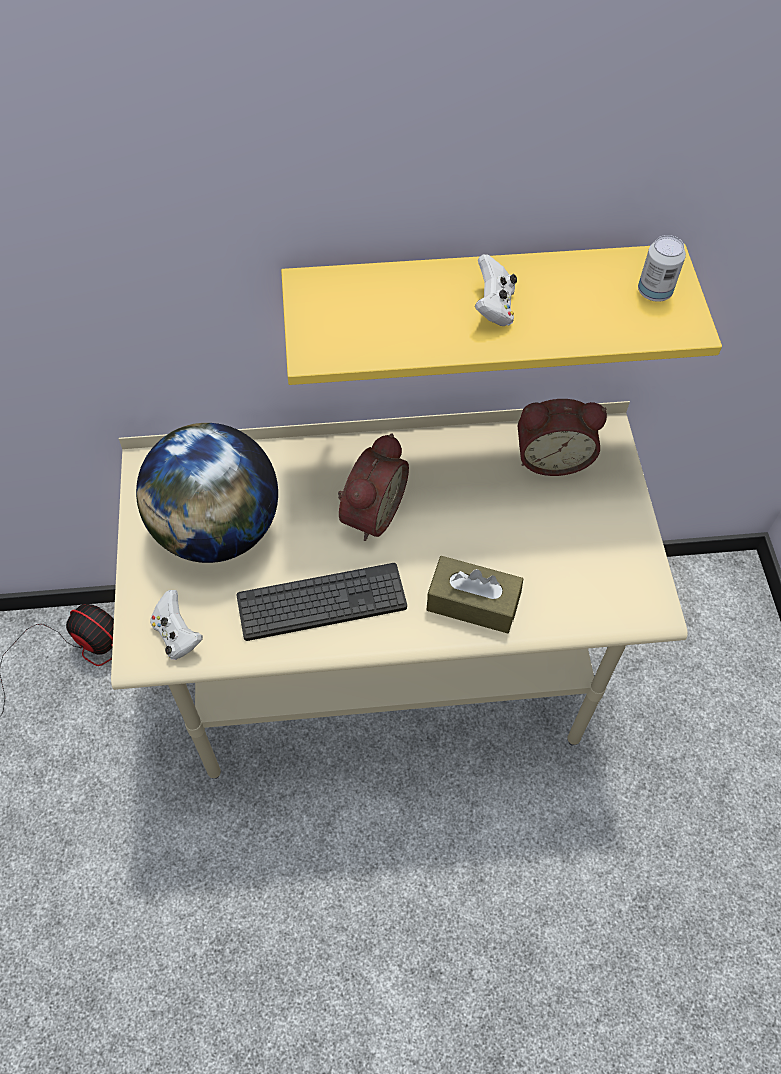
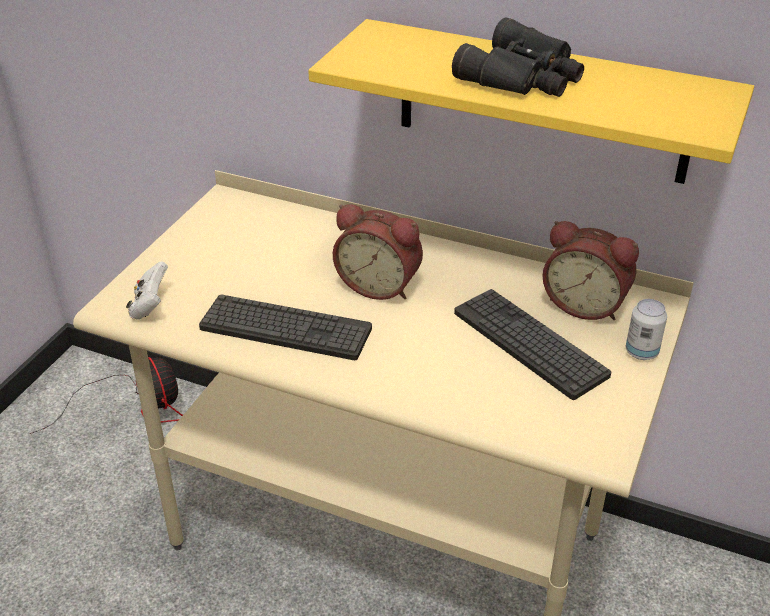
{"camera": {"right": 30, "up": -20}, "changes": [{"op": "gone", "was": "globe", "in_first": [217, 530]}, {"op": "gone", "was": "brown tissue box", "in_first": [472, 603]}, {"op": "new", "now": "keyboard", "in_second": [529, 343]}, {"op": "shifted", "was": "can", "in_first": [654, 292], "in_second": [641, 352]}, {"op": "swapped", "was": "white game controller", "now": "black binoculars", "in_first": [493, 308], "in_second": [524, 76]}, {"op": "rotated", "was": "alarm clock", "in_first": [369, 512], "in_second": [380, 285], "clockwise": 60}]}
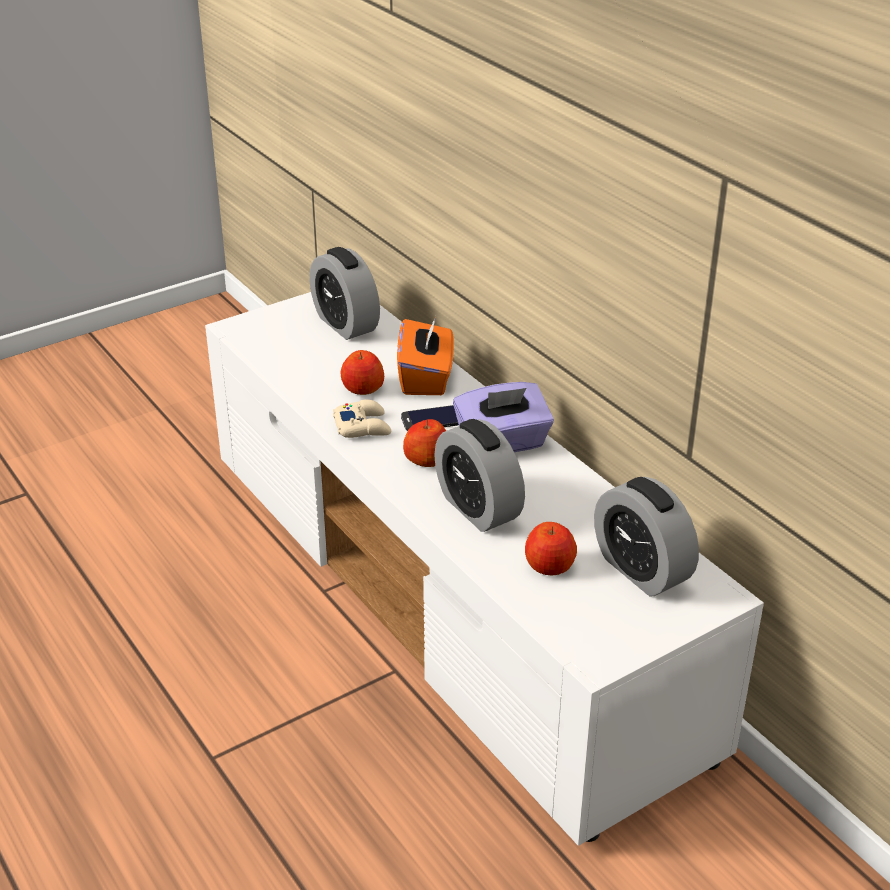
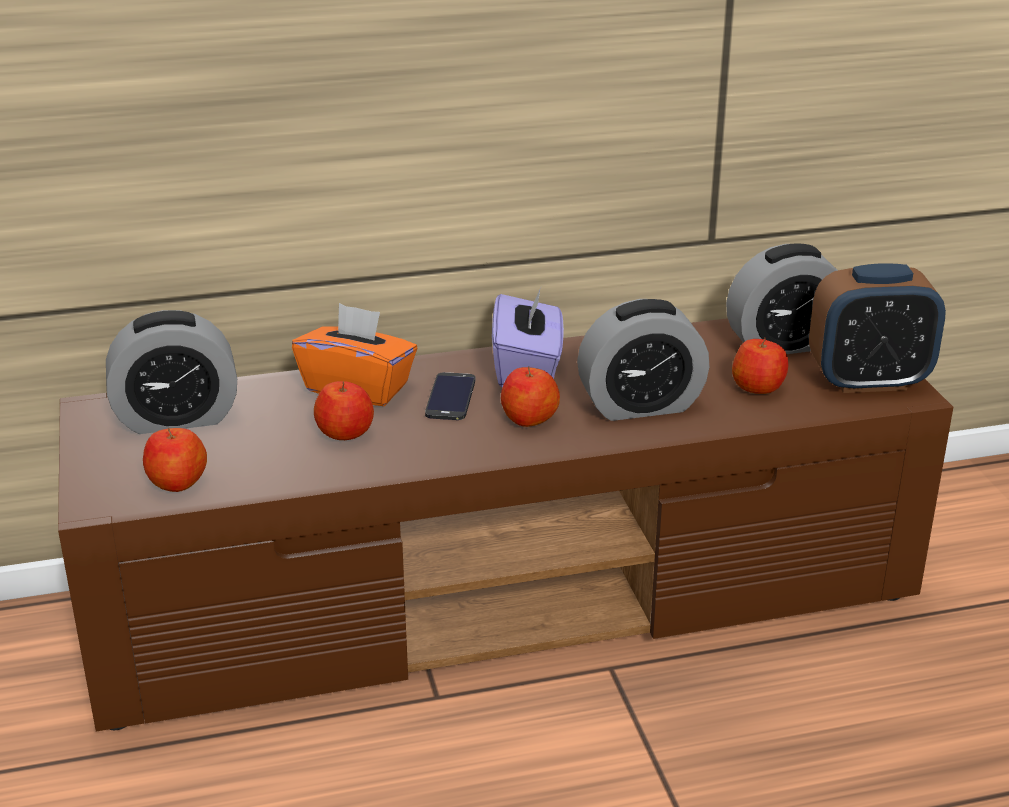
{"camera": {"right": -70, "up": -5}, "changes": [{"op": "gone", "was": "beige game controller", "in_first": [362, 426]}, {"op": "new", "now": "apple", "in_second": [177, 481]}, {"op": "new", "now": "alarm clock", "in_second": [868, 381]}, {"op": "repainted", "was": "white tv stand", "now": "brown tv stand", "in_first": [449, 598], "in_second": [508, 600]}]}
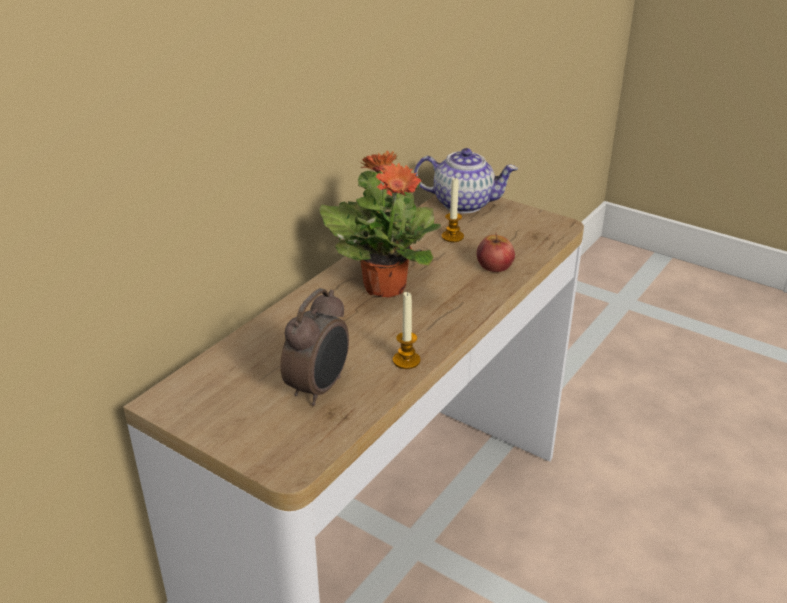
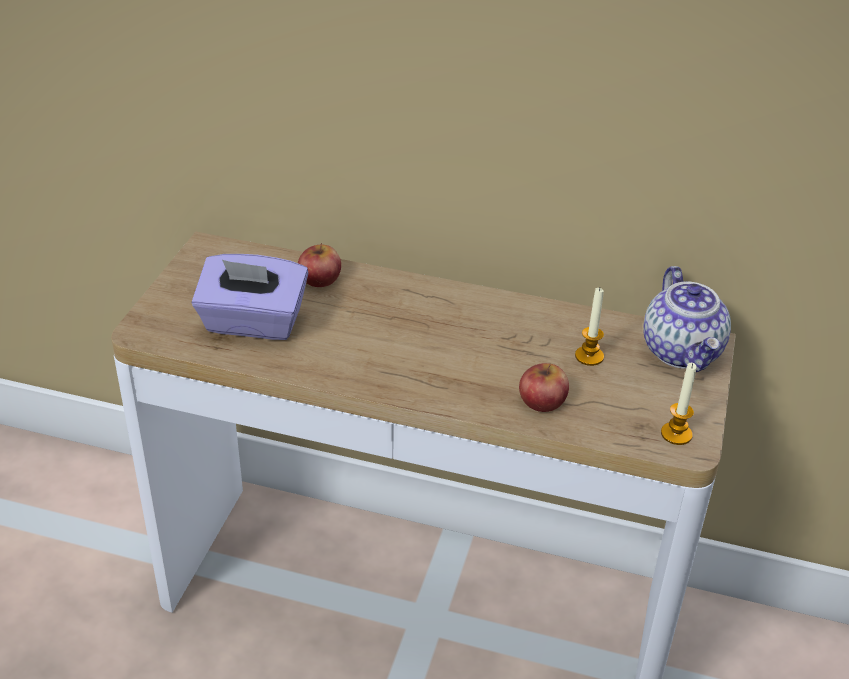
{"camera": {"right": 70, "up": 5}, "changes": [{"op": "gone", "was": "potted plant", "in_first": [385, 286]}, {"op": "new", "now": "apple", "in_second": [320, 278]}, {"op": "shifted", "was": "candle", "in_first": [406, 360], "in_second": [676, 434]}, {"op": "swapped", "was": "alarm clock", "now": "purple tissue box", "in_first": [319, 388], "in_second": [253, 323]}]}
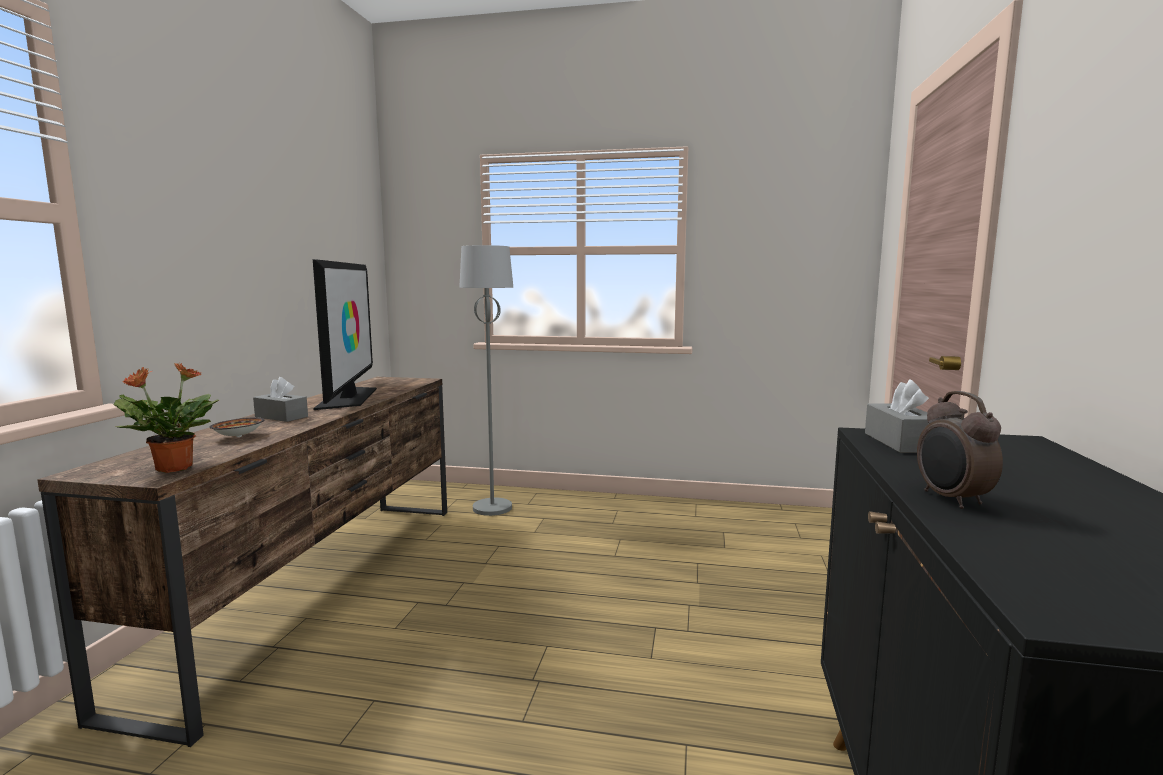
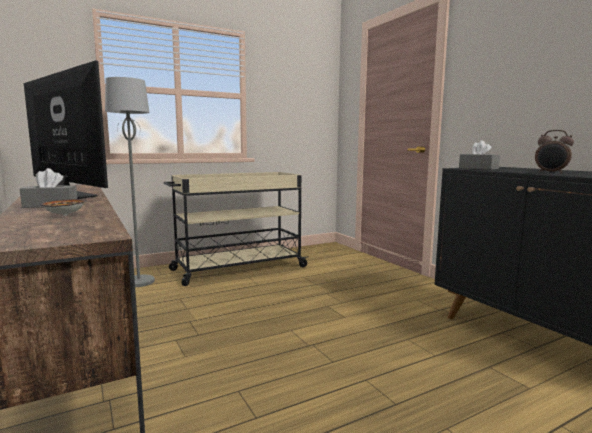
{"camera": {"right": -40, "up": 0}, "changes": [{"op": "gone", "was": "potted plant", "in_first": [172, 468]}, {"op": "new", "now": "beige cart", "in_second": [237, 268]}]}
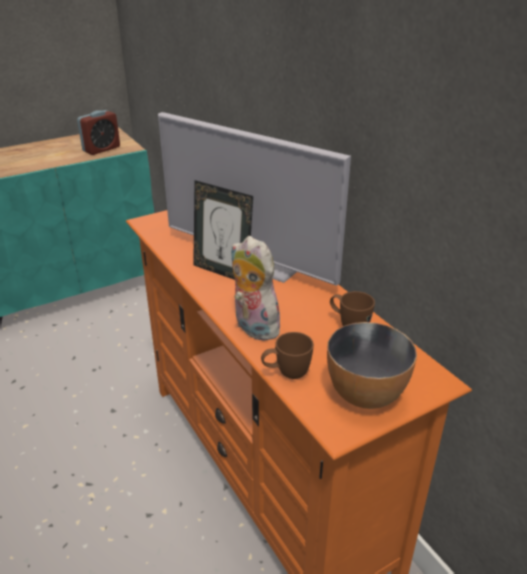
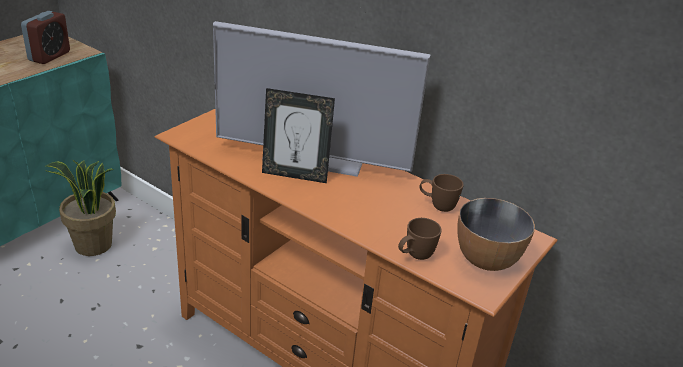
{"camera": {"right": -25, "up": 0}, "changes": [{"op": "gone", "was": "plush toy", "in_first": [253, 327]}, {"op": "new", "now": "potted plant", "in_second": [93, 245]}]}
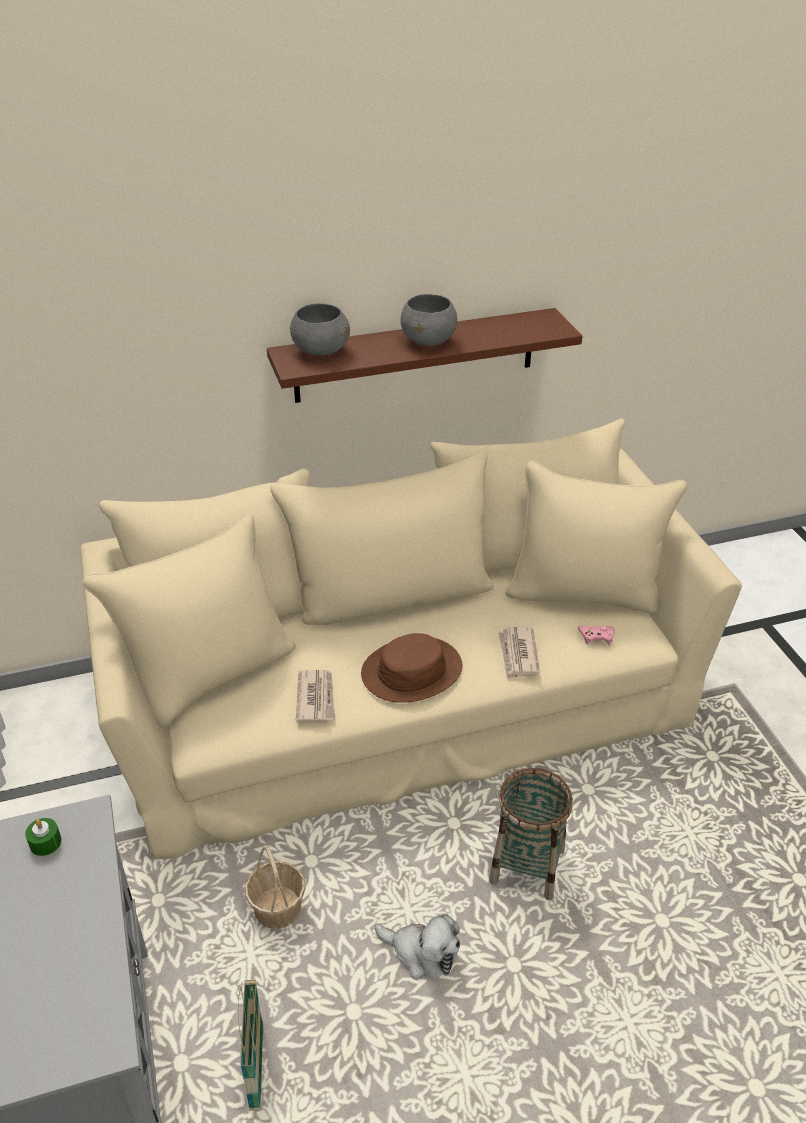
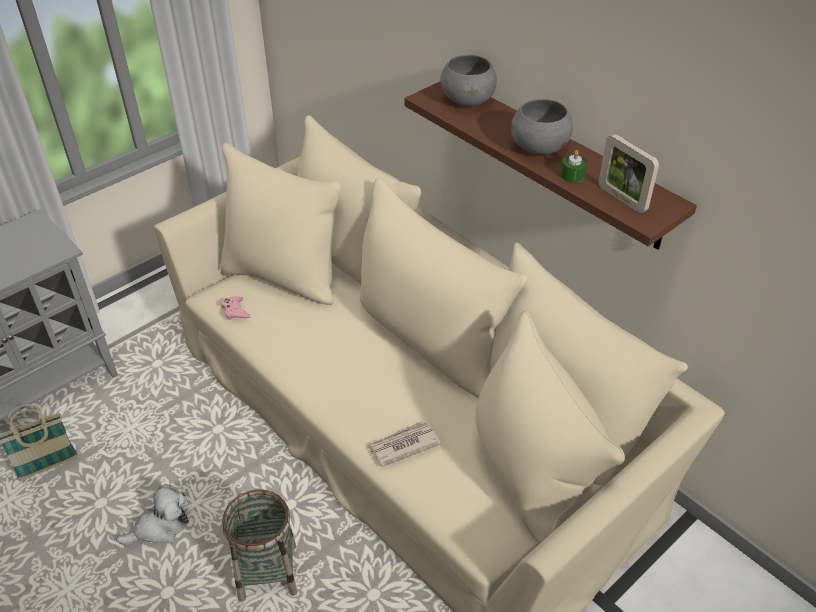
{"camera": {"right": 65, "up": 5}, "changes": [{"op": "gone", "was": "basket", "in_first": [278, 908]}, {"op": "gone", "was": "newspaper", "in_first": [316, 698]}, {"op": "gone", "was": "brown hat", "in_first": [411, 671]}, {"op": "new", "now": "picture frame", "in_second": [622, 199]}, {"op": "shifted", "was": "green candle", "in_first": [45, 842], "in_second": [572, 175]}, {"op": "shifted", "was": "pink game controller", "in_first": [596, 637], "in_second": [235, 311]}, {"op": "rotated", "was": "plush toy", "in_first": [421, 954], "in_second": [160, 527], "clockwise": -120}]}
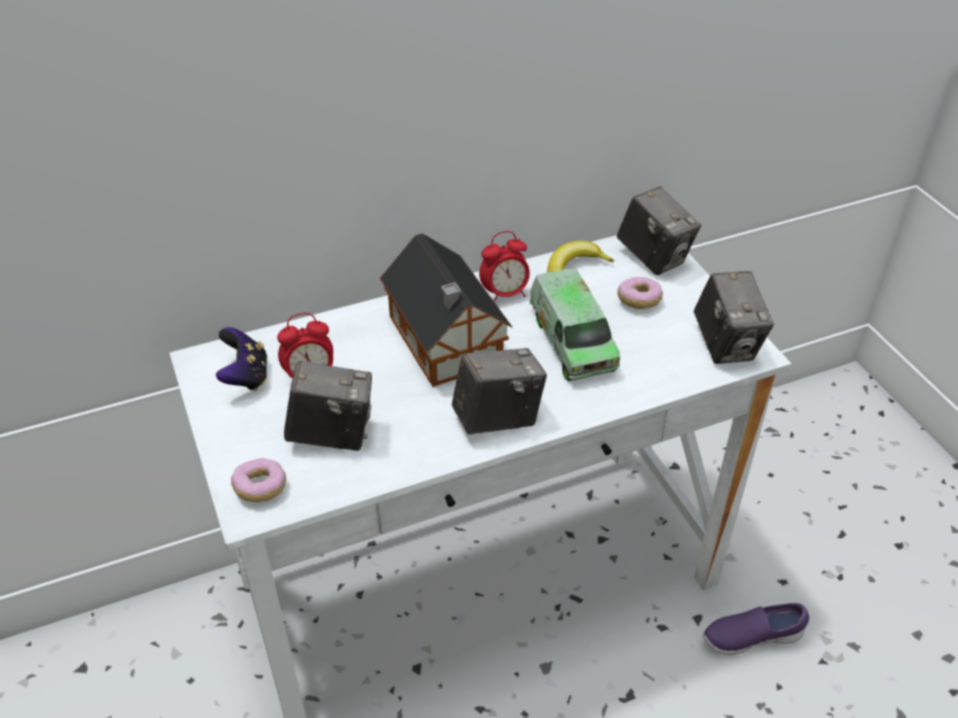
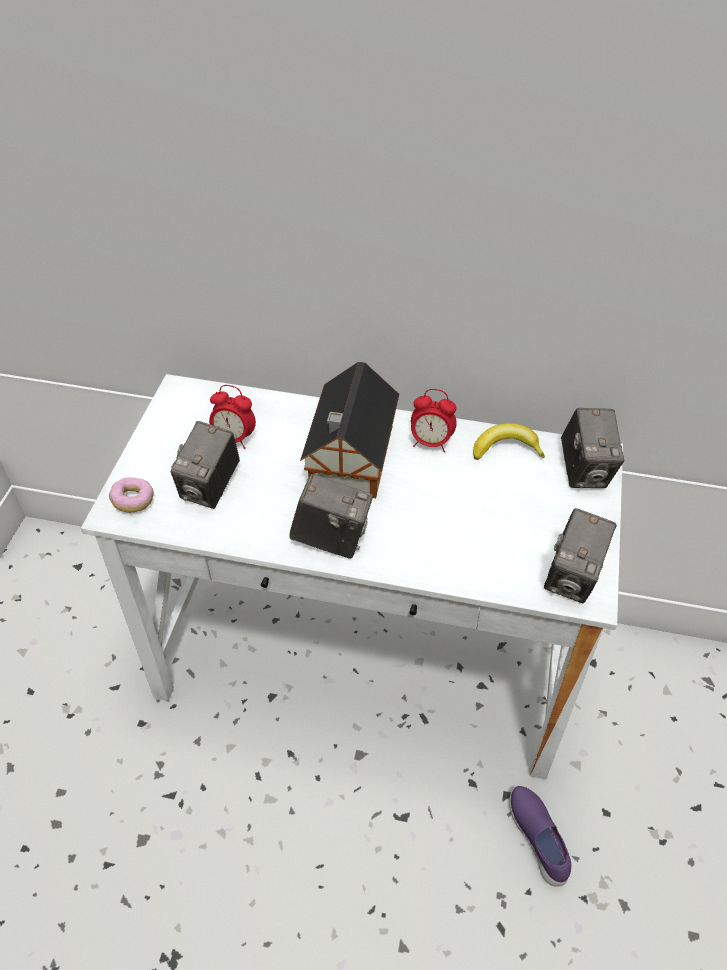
{"camera": {"right": 35, "up": 5}, "changes": [{"op": "gone", "was": "game controller", "in_first": [246, 377]}, {"op": "gone", "was": "toy truck", "in_first": [572, 341]}, {"op": "gone", "was": "donut", "in_first": [639, 300]}, {"op": "rotated", "was": "photo camera", "in_first": [332, 434], "in_second": [210, 487], "clockwise": 75}, {"op": "rotated", "was": "purple shoe", "in_first": [751, 637], "in_second": [538, 838], "clockwise": 45}]}
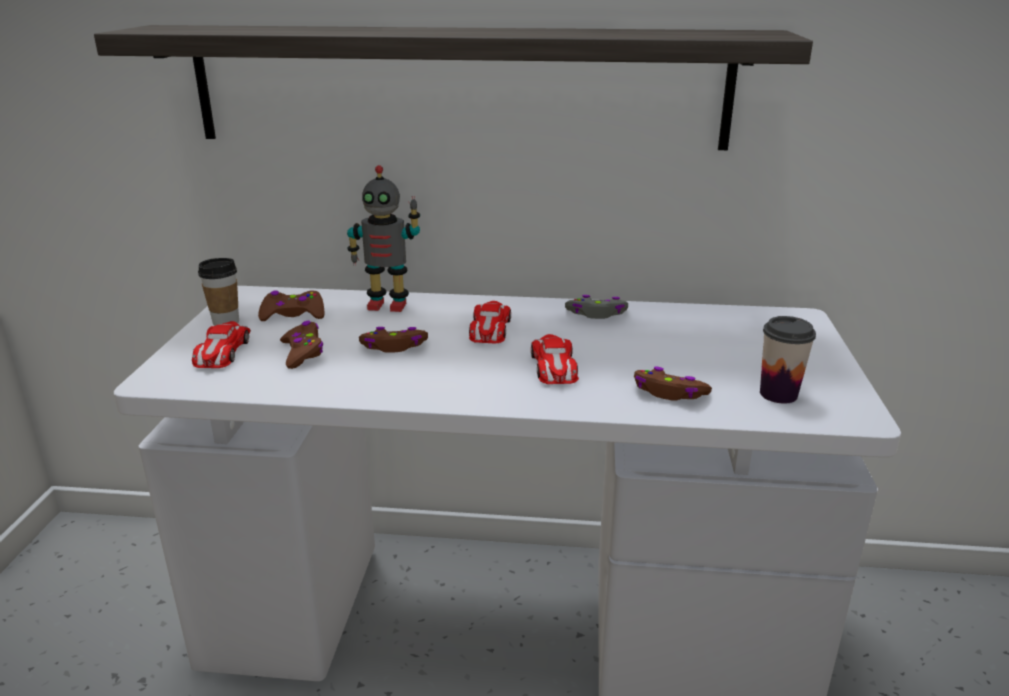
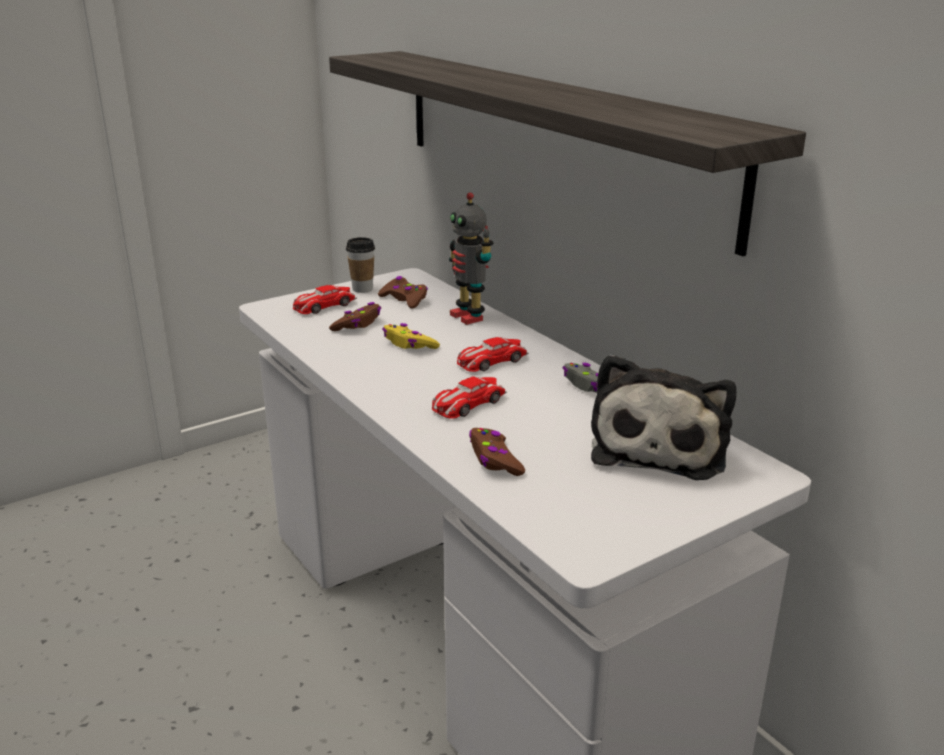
{"camera": {"right": 50, "up": 0}, "changes": [{"op": "gone", "was": "cup", "in_first": [778, 394]}, {"op": "new", "now": "plush toy", "in_second": [660, 446]}, {"op": "repainted", "was": "brown game controller", "now": "yellow game controller", "in_first": [394, 347], "in_second": [409, 344]}]}
